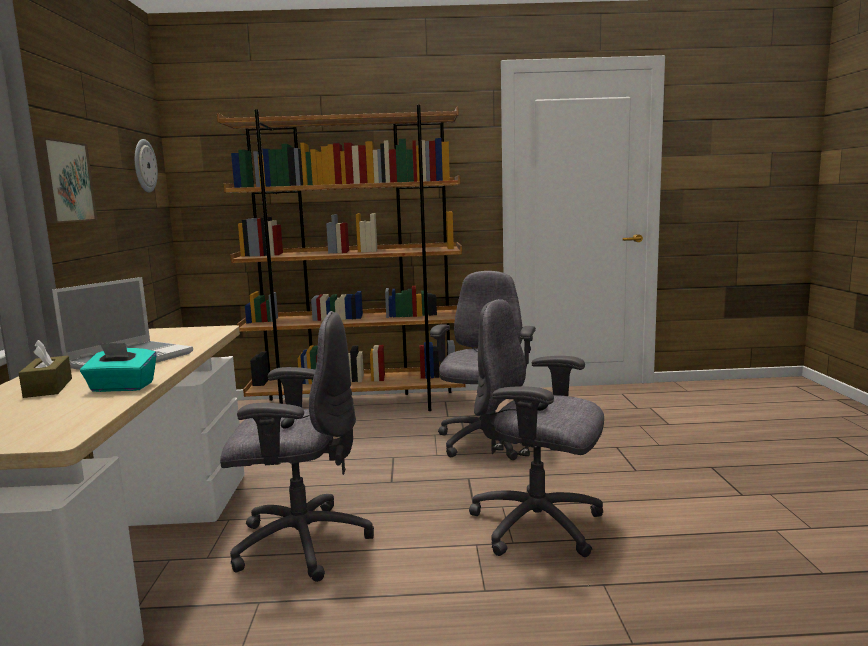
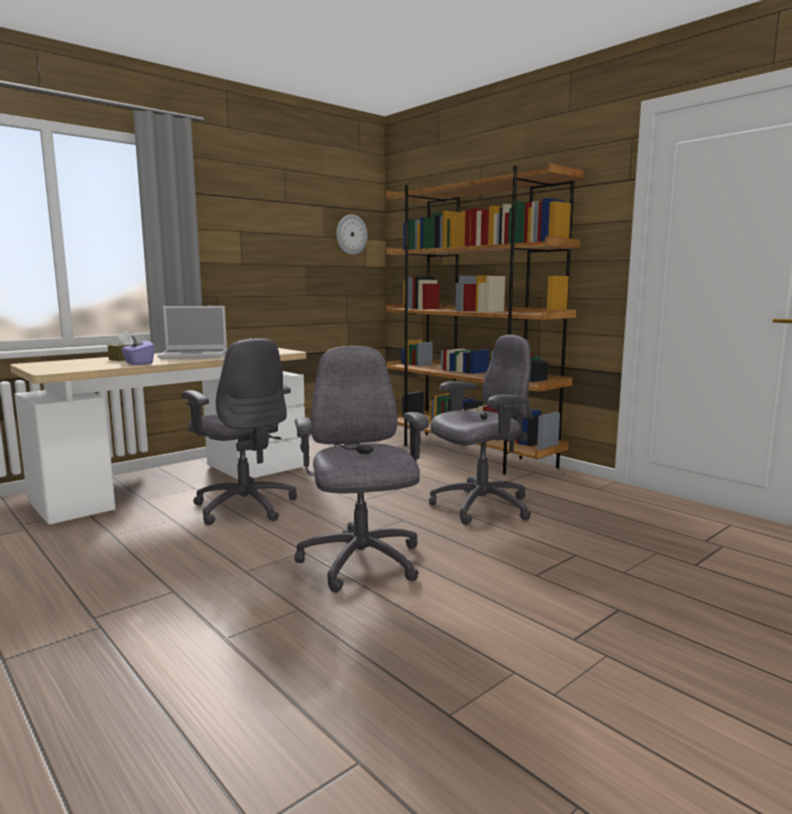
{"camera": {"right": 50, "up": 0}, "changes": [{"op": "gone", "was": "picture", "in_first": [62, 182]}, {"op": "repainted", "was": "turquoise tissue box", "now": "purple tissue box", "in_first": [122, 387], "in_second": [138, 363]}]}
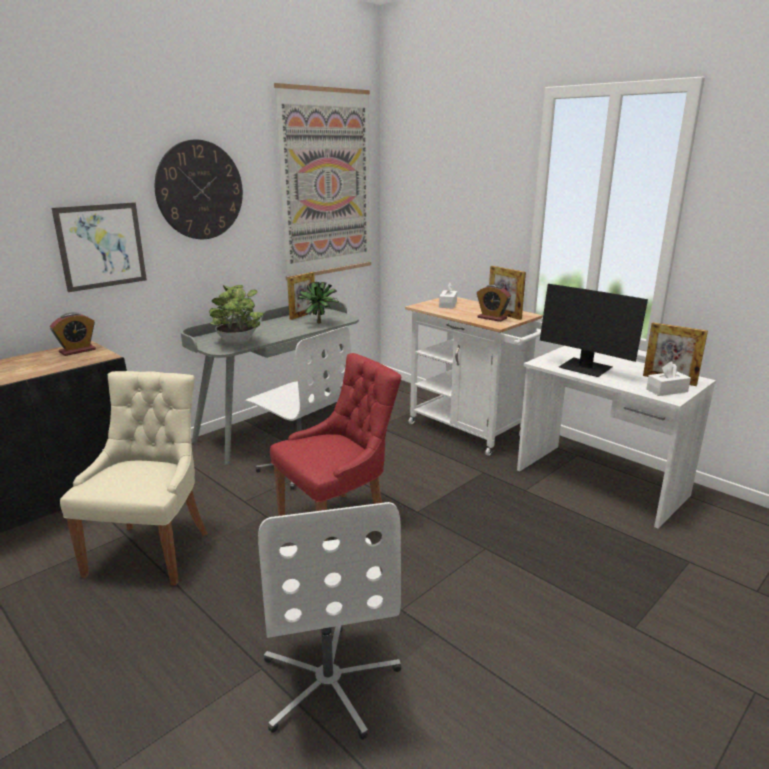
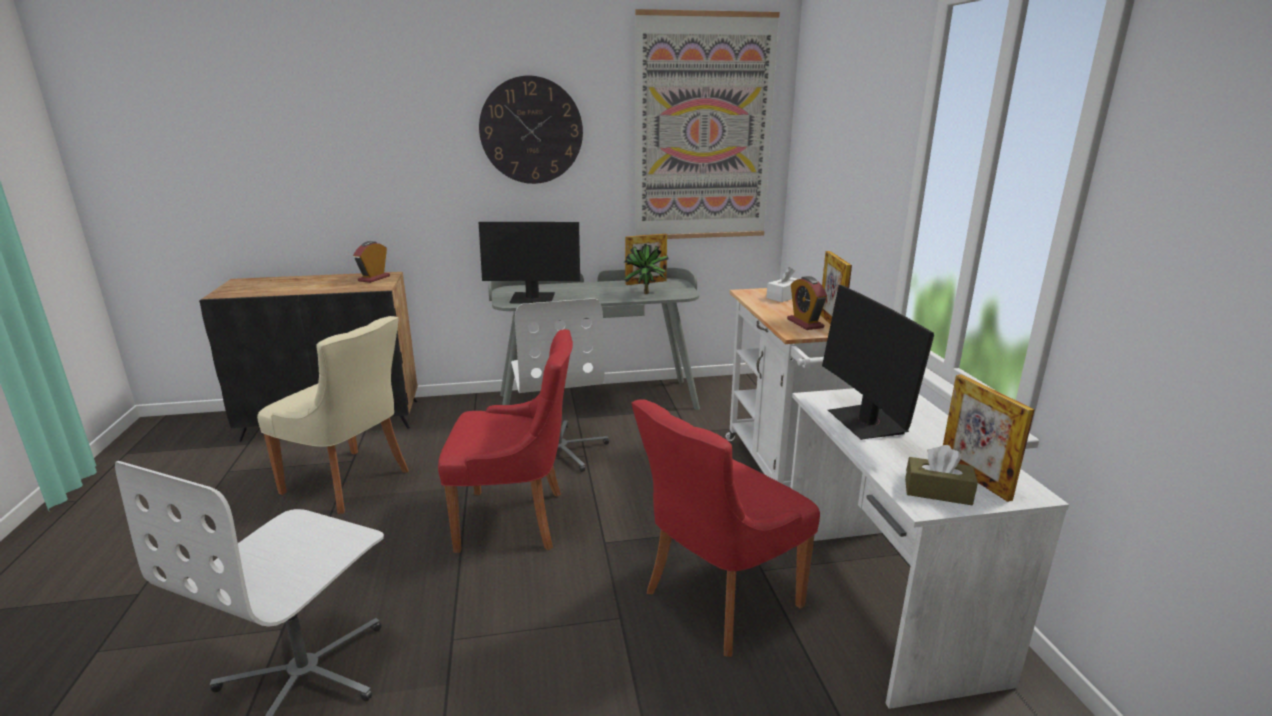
{"camera": {"right": 35, "up": 0}, "changes": [{"op": "gone", "was": "picture", "in_first": [101, 246]}, {"op": "new", "now": "red chair", "in_second": [718, 600]}, {"op": "swapped", "was": "potted plant", "now": "monitor", "in_first": [237, 343], "in_second": [532, 299]}, {"op": "repainted", "was": "white tissue box", "now": "brown tissue box", "in_first": [667, 390], "in_second": [937, 492]}, {"op": "rotated", "was": "alarm clock", "in_first": [77, 351], "in_second": [374, 278], "clockwise": 120}, {"op": "rotated", "was": "beige chair", "in_first": [151, 551], "in_second": [350, 482], "clockwise": 75}]}
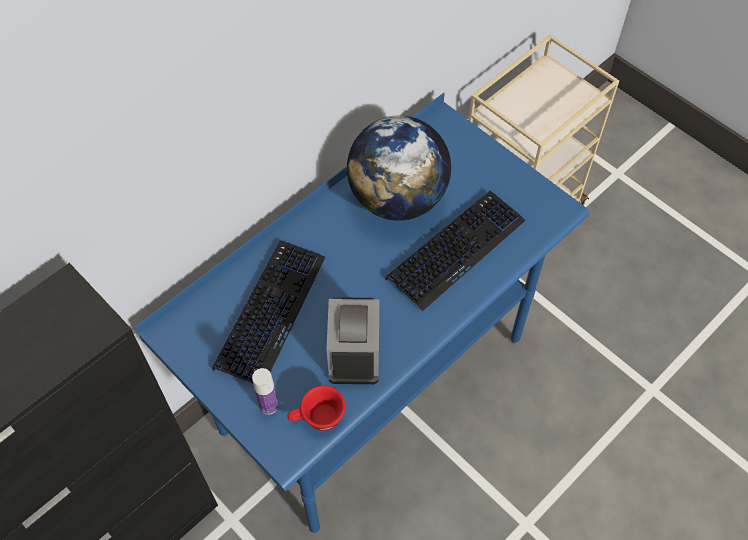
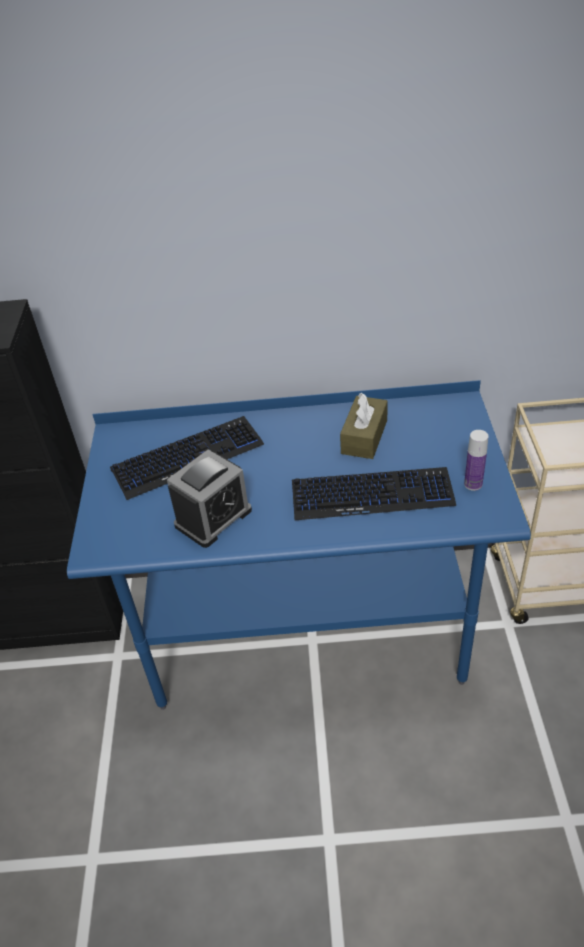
{"camera": {"right": 45, "up": -15}, "changes": [{"op": "gone", "was": "red cup", "in_first": [317, 418]}, {"op": "shifted", "was": "bottle", "in_first": [269, 405], "in_second": [473, 484]}, {"op": "swapped", "was": "globe", "now": "brown tissue box", "in_first": [398, 199], "in_second": [364, 437]}]}
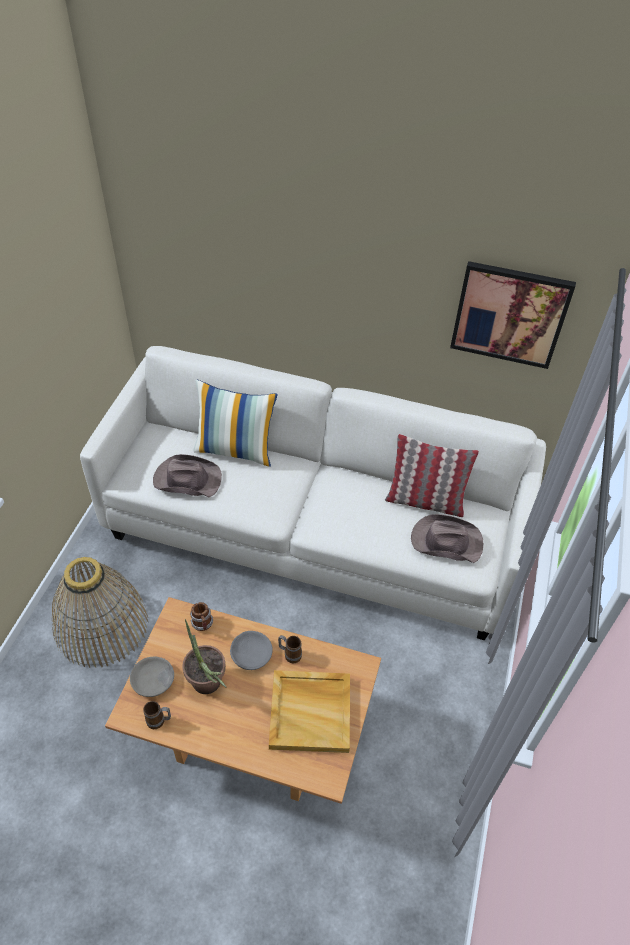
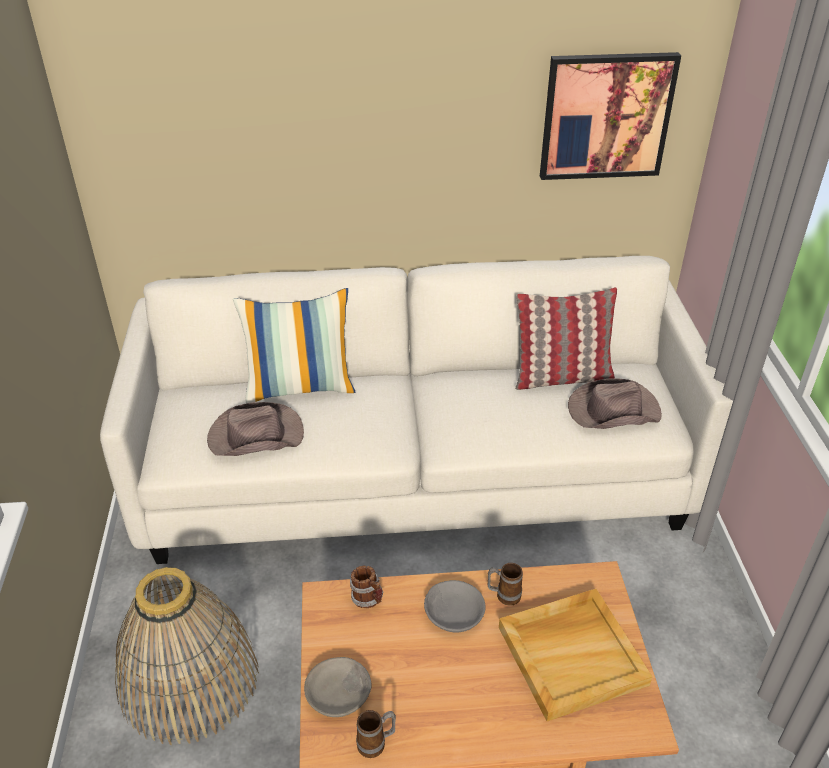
{"camera": {"right": -20, "up": -10}, "changes": [{"op": "gone", "was": "potted plant", "in_first": [209, 686]}]}
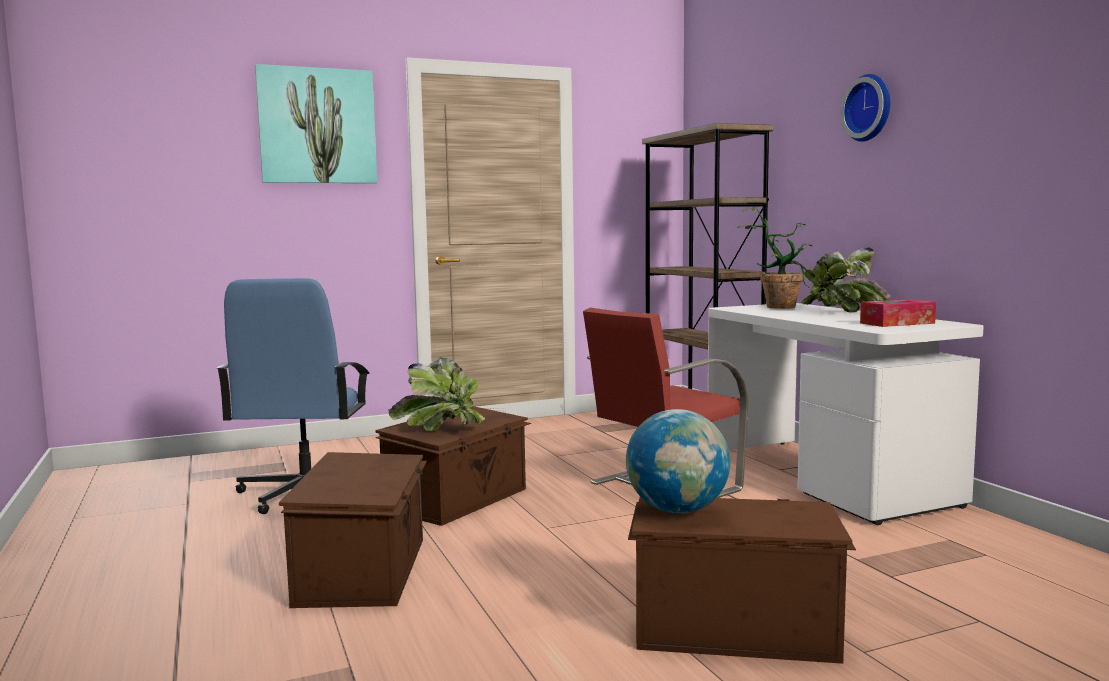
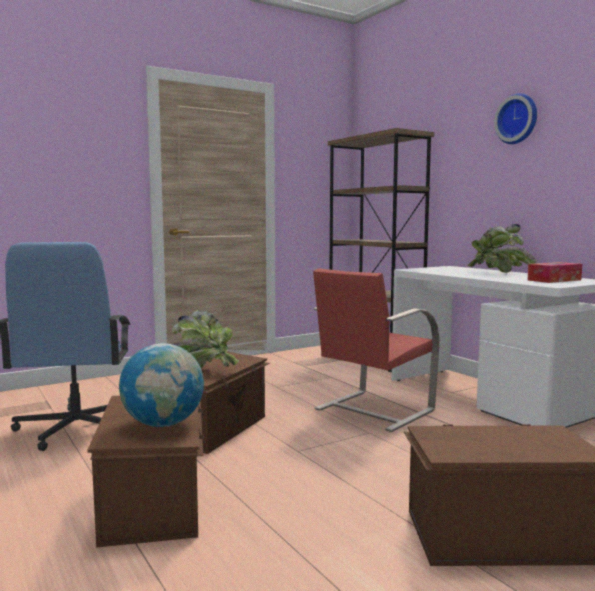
{"camera": {"right": -10, "up": 0}, "changes": [{"op": "gone", "was": "picture", "in_first": [317, 126]}, {"op": "gone", "was": "potted plant", "in_first": [781, 306]}, {"op": "shifted", "was": "globe", "in_first": [677, 510], "in_second": [163, 424]}]}
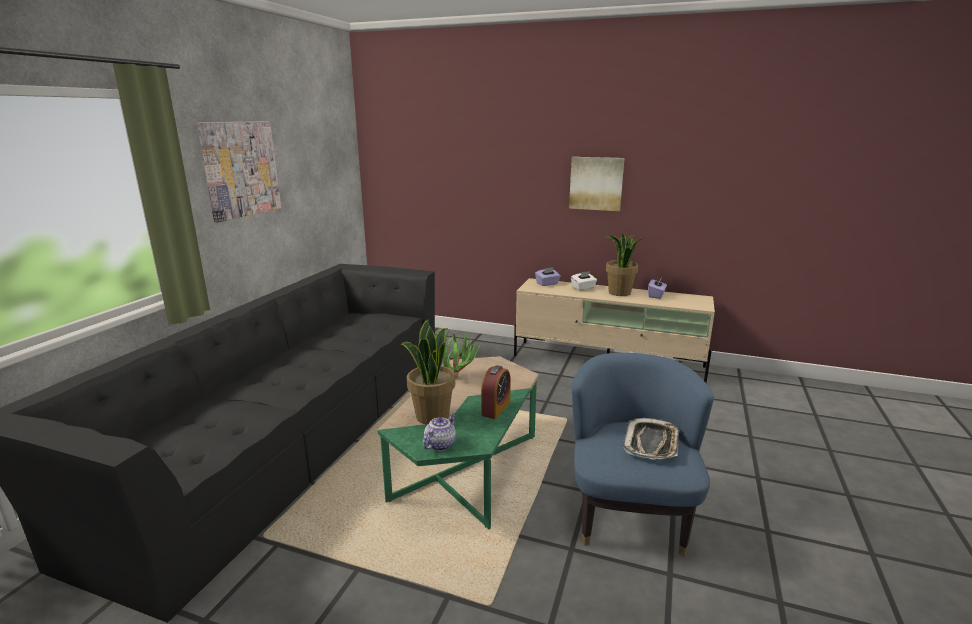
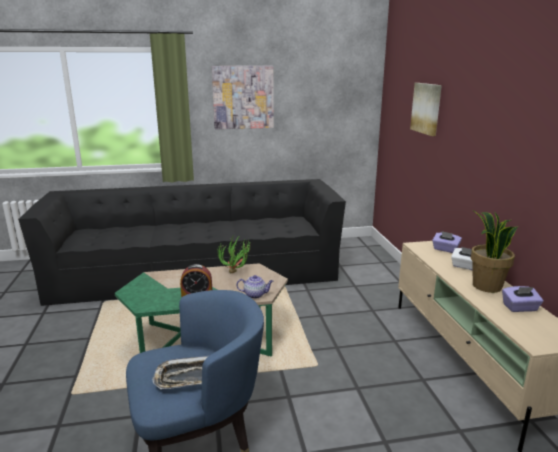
{"camera": {"right": 60, "up": 0}, "changes": [{"op": "gone", "was": "potted plant", "in_first": [431, 416]}, {"op": "shifted", "was": "teapot", "in_first": [440, 444], "in_second": [255, 295]}, {"op": "shifted", "was": "picture", "in_first": [596, 183], "in_second": [426, 108]}]}
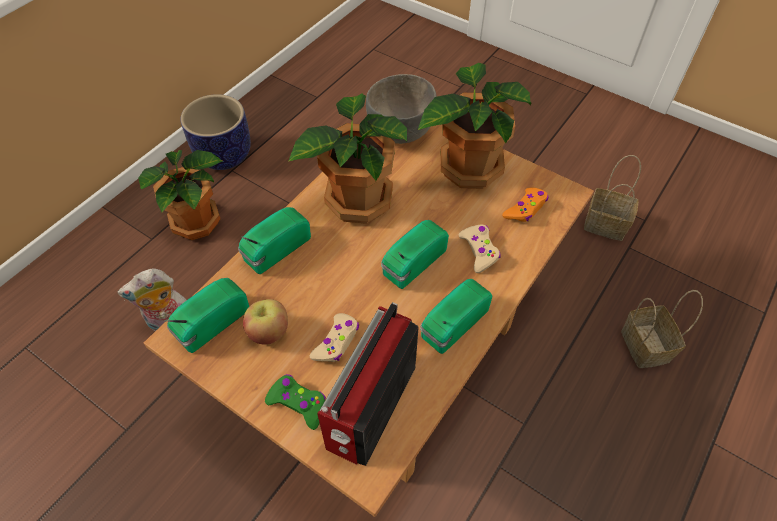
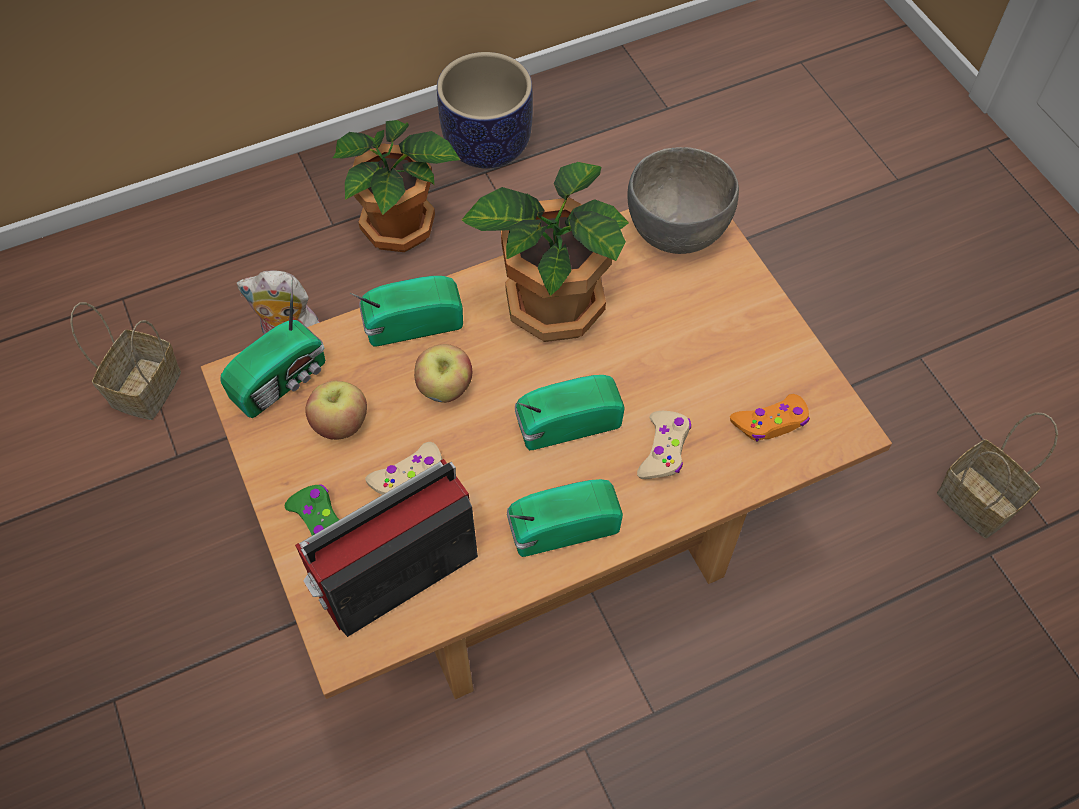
{"camera": {"right": 30, "up": 5}, "changes": [{"op": "gone", "was": "potted plant", "in_first": [468, 168]}, {"op": "new", "now": "apple", "in_second": [445, 388]}, {"op": "shifted", "was": "basket", "in_first": [643, 344], "in_second": [146, 386]}, {"op": "rotated", "was": "radio", "in_first": [210, 323], "in_second": [282, 380], "clockwise": 150}]}
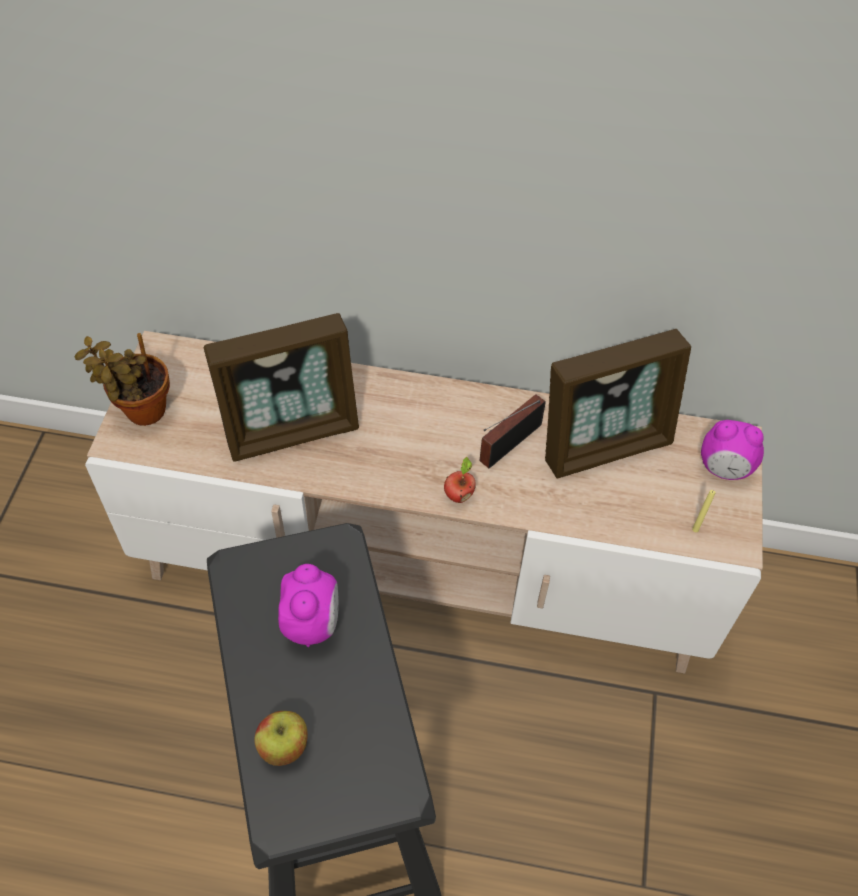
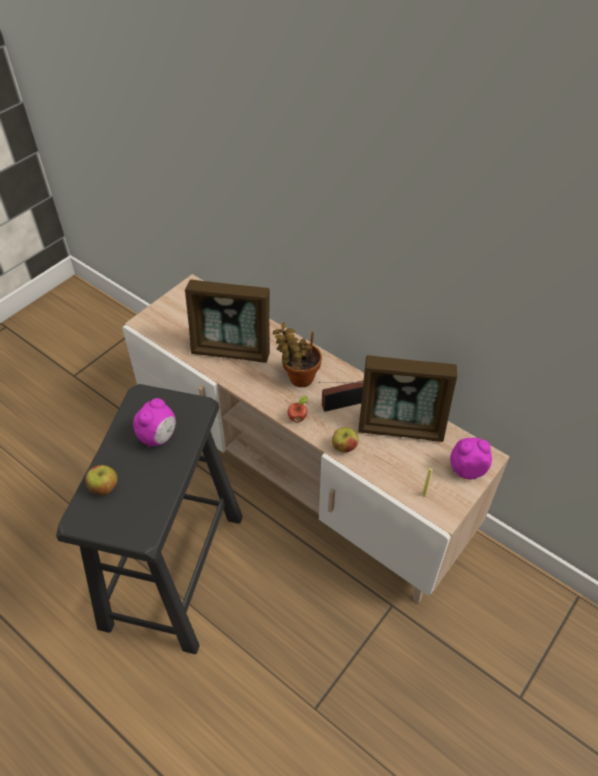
{"camera": {"right": 30, "up": -5}, "changes": [{"op": "new", "now": "apple", "in_second": [344, 447]}, {"op": "shifted", "was": "potted plant", "in_first": [141, 411], "in_second": [298, 377]}, {"op": "rotated", "was": "alarm clock", "in_first": [724, 468], "in_second": [467, 469], "clockwise": 135}]}
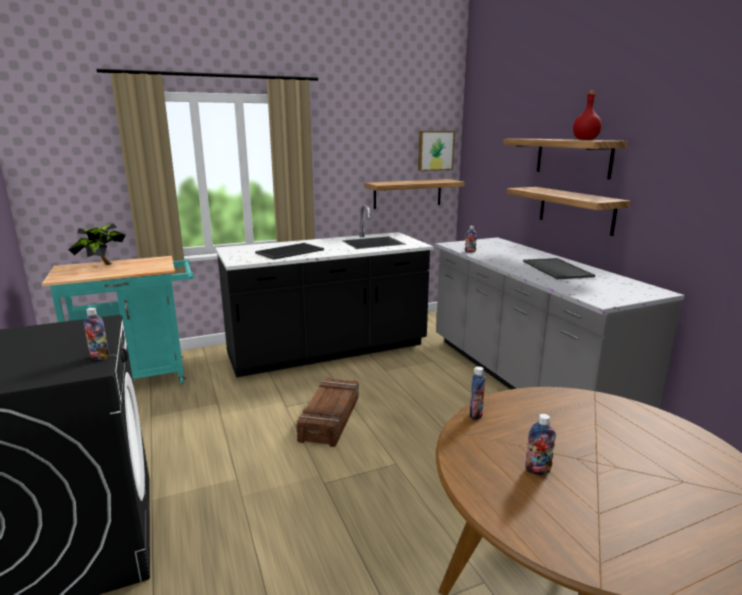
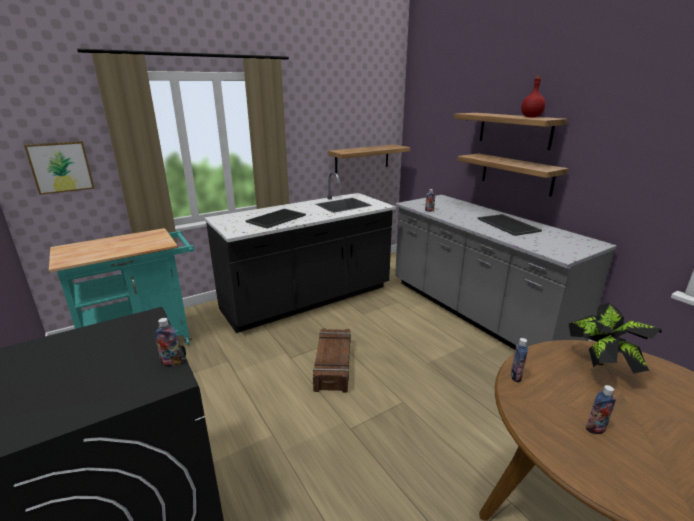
{"camera": {"right": -10, "up": 5}, "changes": [{"op": "shifted", "was": "potted plant", "in_first": [103, 265], "in_second": [601, 368]}, {"op": "shifted", "was": "picture", "in_first": [435, 150], "in_second": [61, 167]}]}
